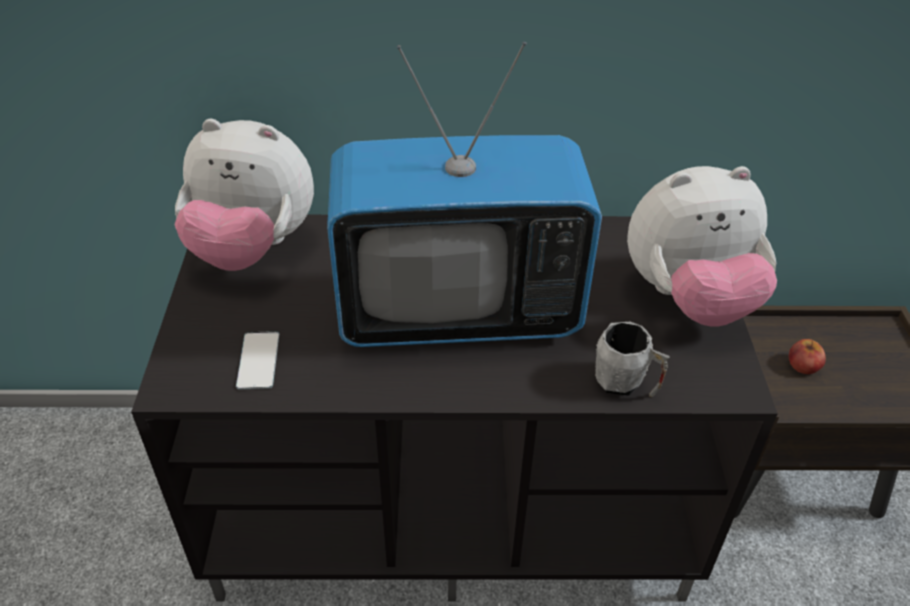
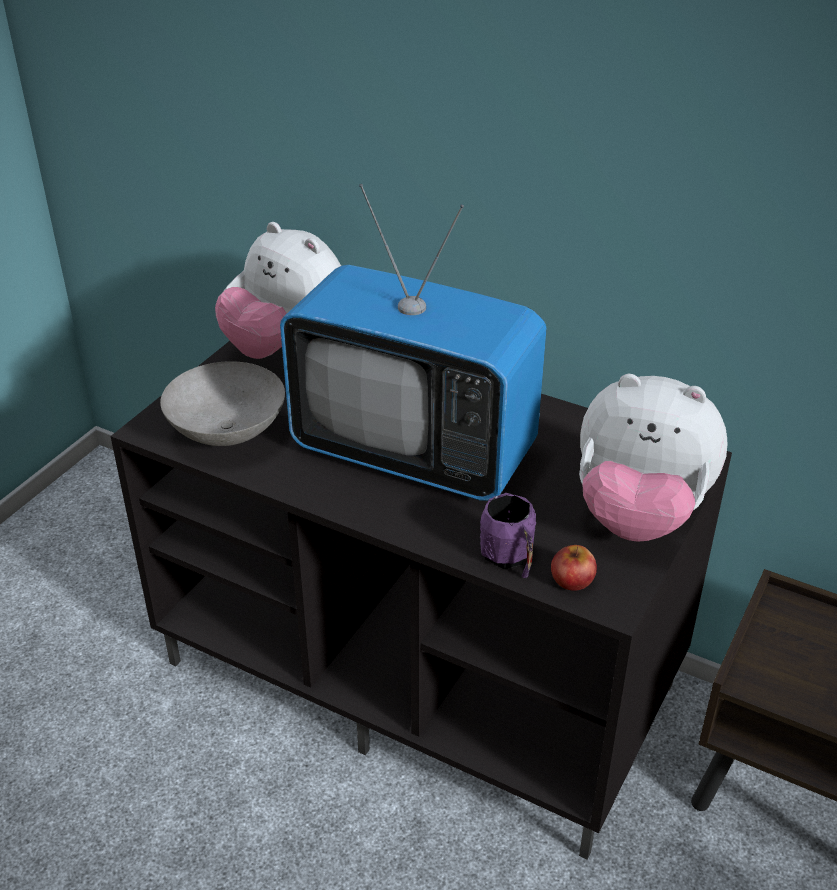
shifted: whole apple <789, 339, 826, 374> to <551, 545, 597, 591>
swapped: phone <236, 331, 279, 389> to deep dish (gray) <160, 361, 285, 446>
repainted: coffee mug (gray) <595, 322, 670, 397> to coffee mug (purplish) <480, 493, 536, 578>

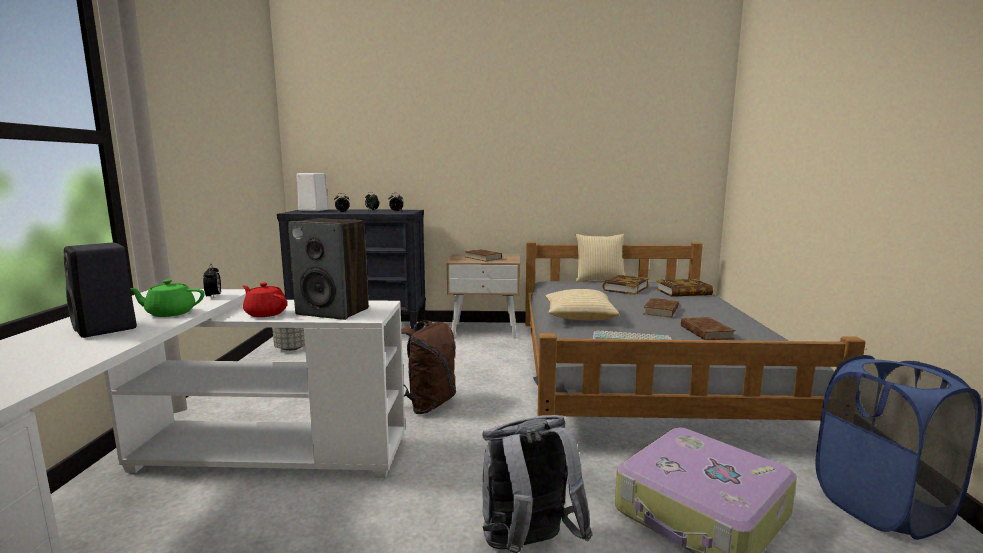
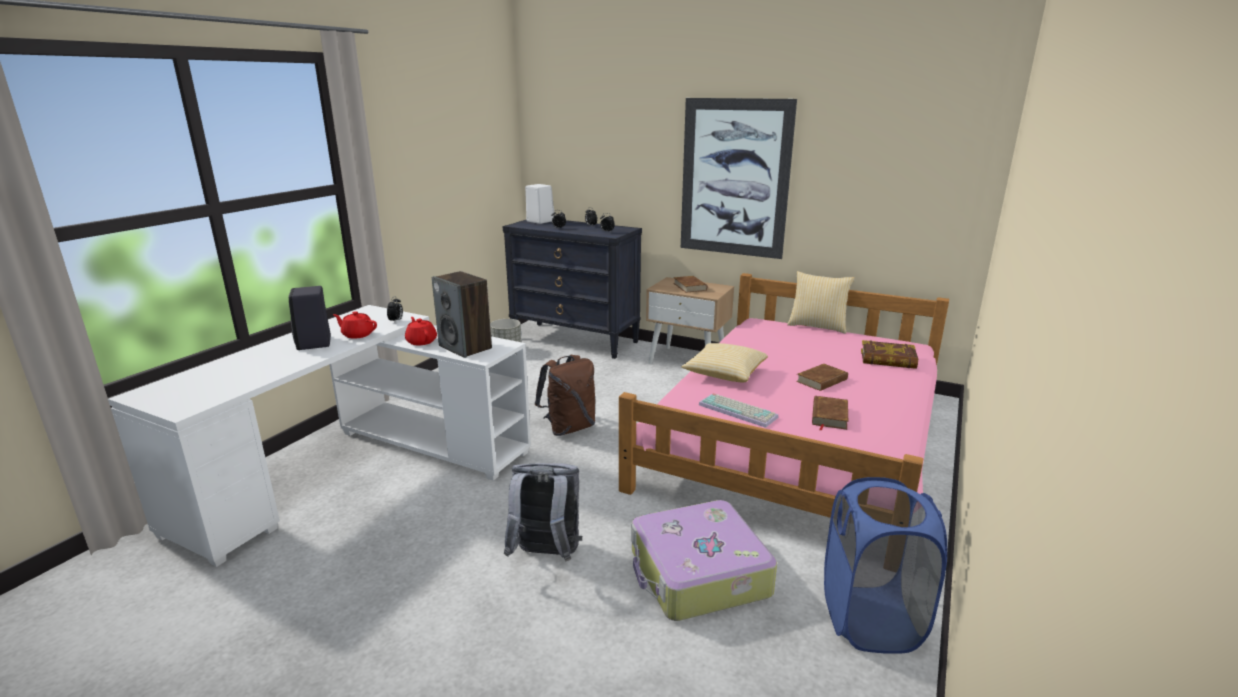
gone: volume <602, 275, 649, 295>
new: wall art <681, 98, 797, 259>
repainted: pot for tea (green-coloured) <130, 279, 205, 317> to pot for tea (reddish) <333, 311, 377, 339>; sleeping bed (gray) <525, 242, 866, 421> to sleeping bed (pink) <619, 273, 949, 518>

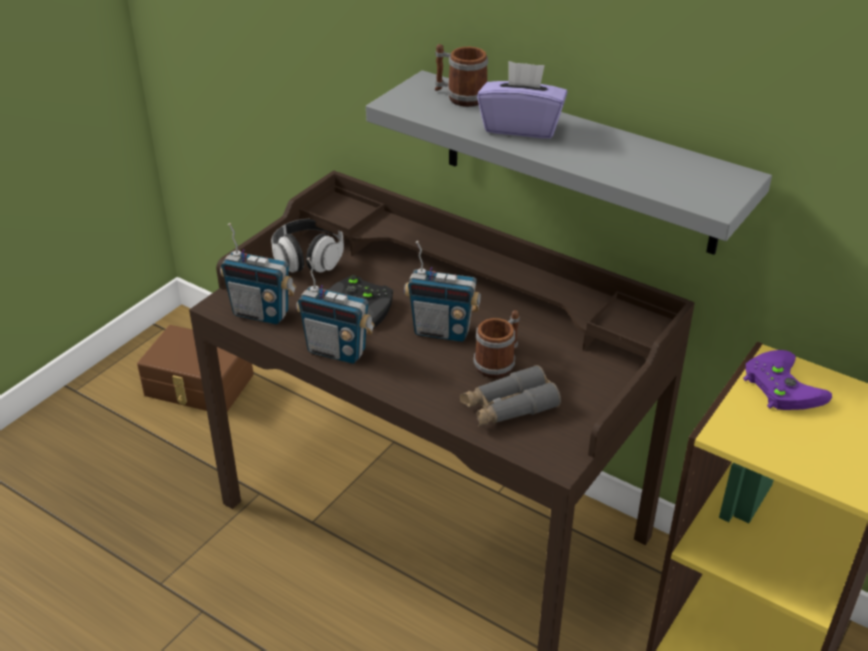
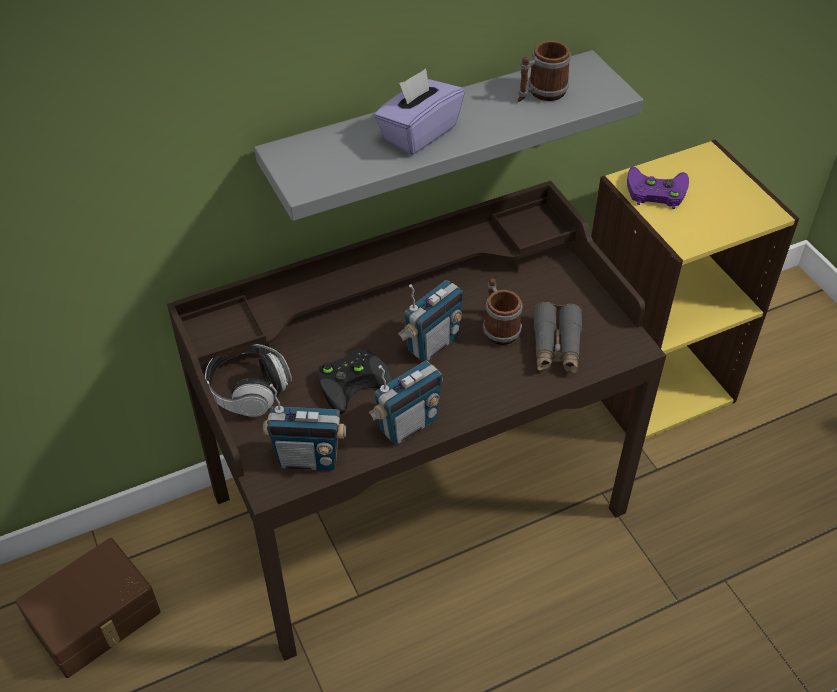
shifted: coffee mug <435, 44, 488, 107> to <518, 41, 571, 102>
rotated: radio <220, 223, 296, 325> = <263, 384, 346, 471> 45 degrees clockwise

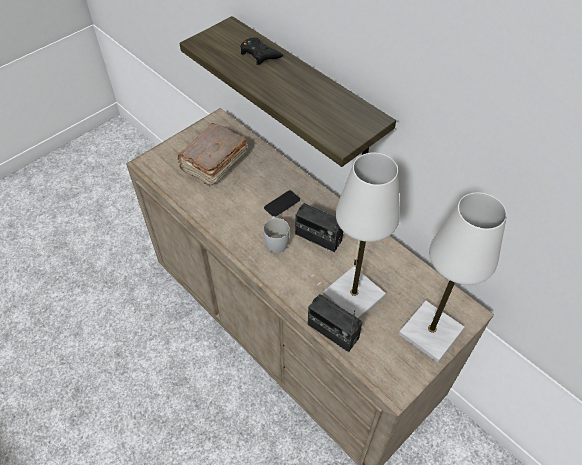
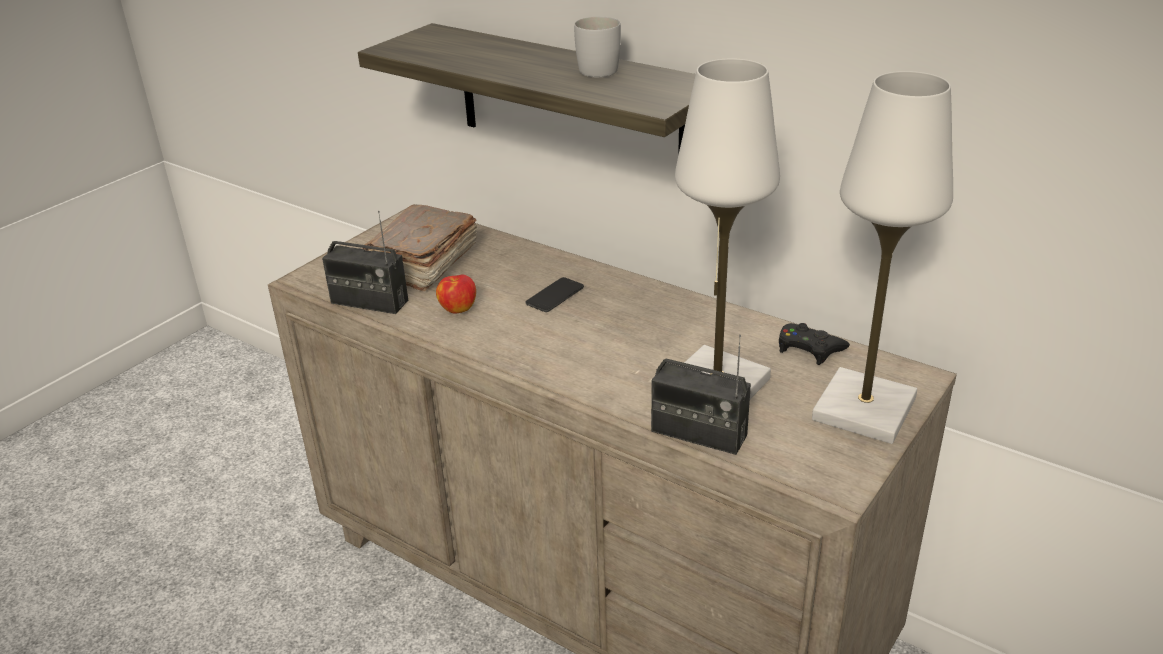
new: whole apple <436, 275, 476, 314>
shifted: game controller (black) <240, 38, 283, 65> to <779, 323, 850, 365>; coffee mug (white) <263, 216, 290, 253> to <574, 17, 621, 77>; radio <295, 203, 343, 252> to <322, 211, 408, 314>

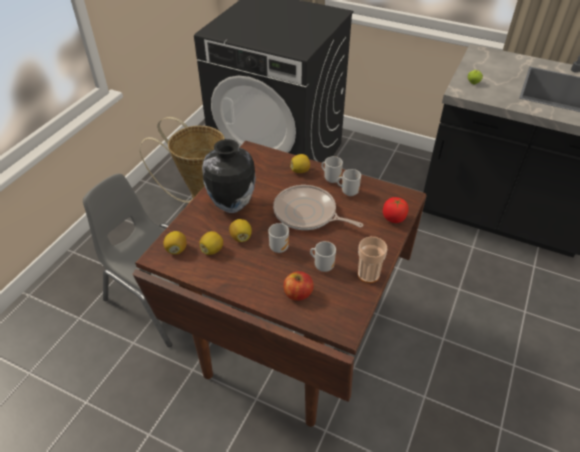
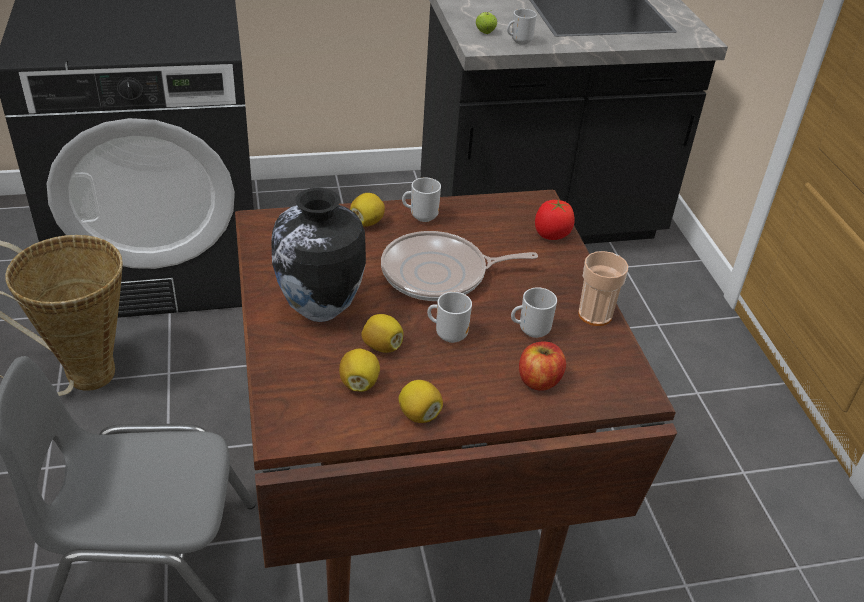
shifted: citrus fruit <163, 231, 187, 254> to <399, 380, 443, 423>; coffee mug <337, 169, 361, 196> to <507, 9, 537, 45>

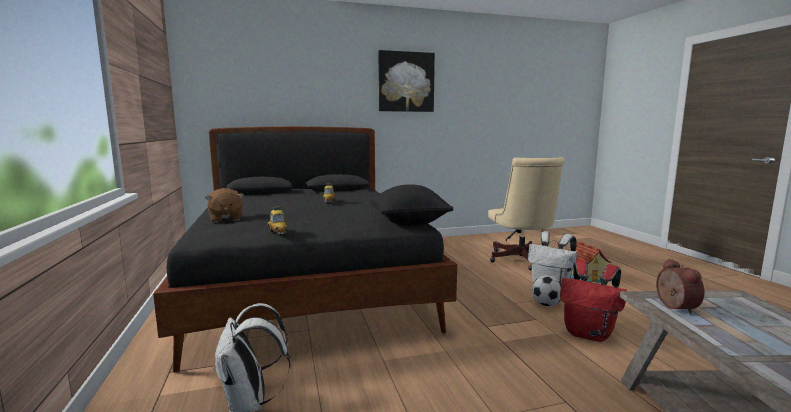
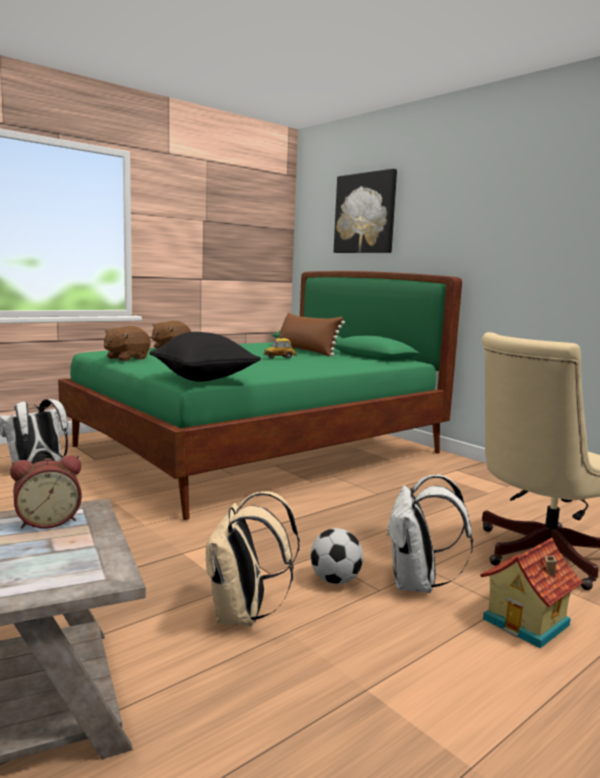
new: cushion (brown) <278, 312, 345, 357>
shifted: wall art <378, 50, 435, 112> to <334, 169, 397, 253>
swapped: toy car <268, 206, 288, 236> to cuddly toy (brown) <104, 326, 150, 361>
repainted: sleeping bed (black) <153, 126, 457, 373> to sleeping bed (green-coloured) <58, 271, 462, 520>; knapsack (reddish) <560, 260, 627, 342> to knapsack (beige-coloured) <206, 491, 300, 626>

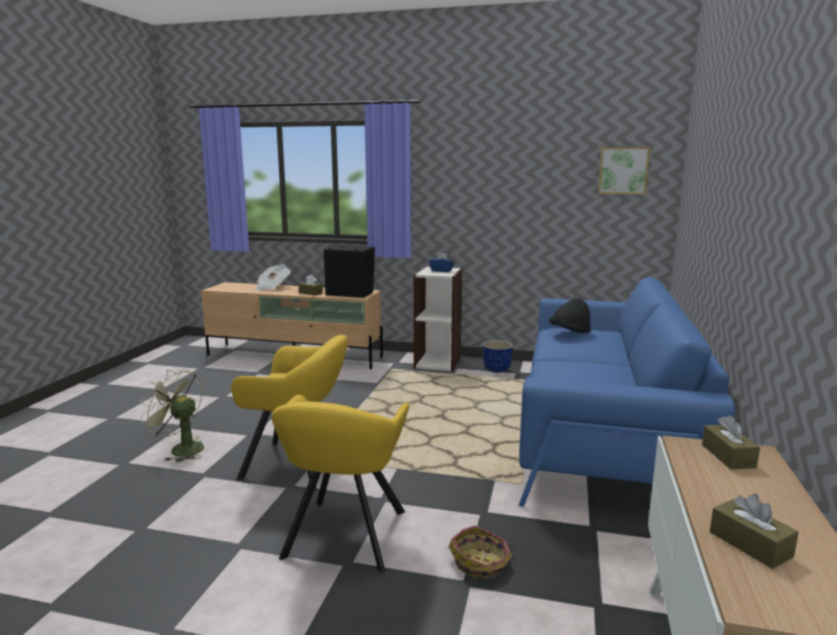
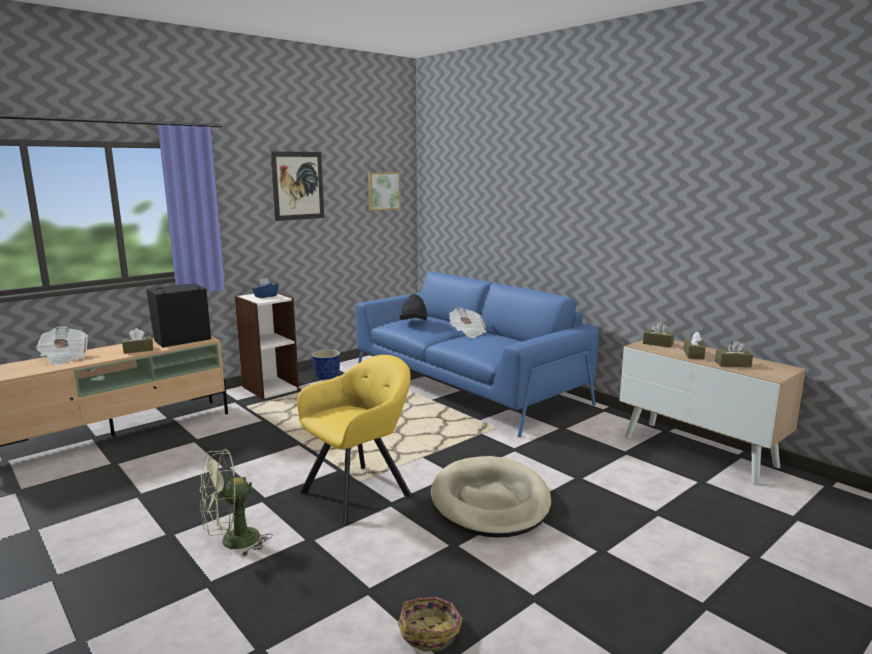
new: wall art <271, 151, 324, 221>; daily paper <449, 307, 487, 338>; tissue holder (brown) <684, 331, 706, 359>
shifted: basket <449, 526, 514, 579> to <398, 597, 463, 652>
swapped: armchair (yellowish) <271, 395, 409, 573> to pet bed (beige-coloured) <431, 456, 551, 538>

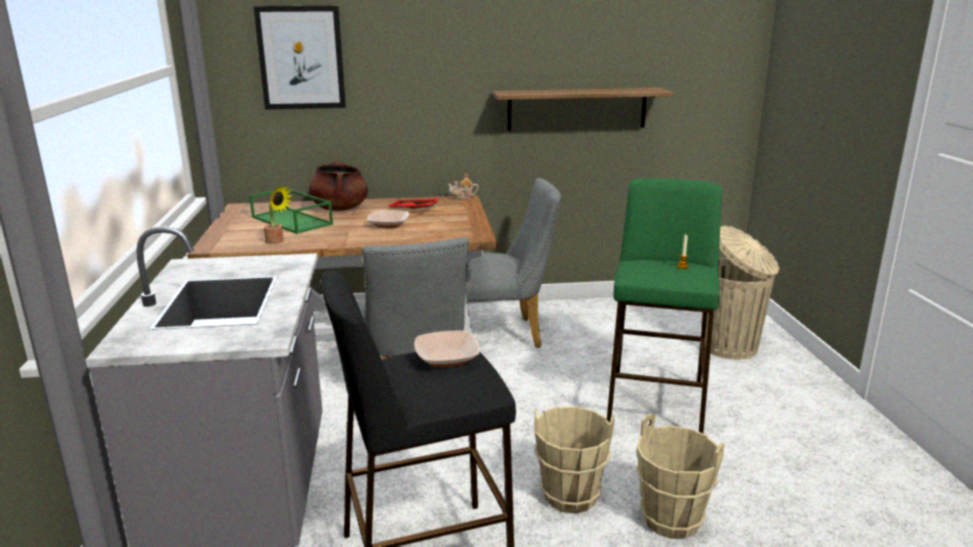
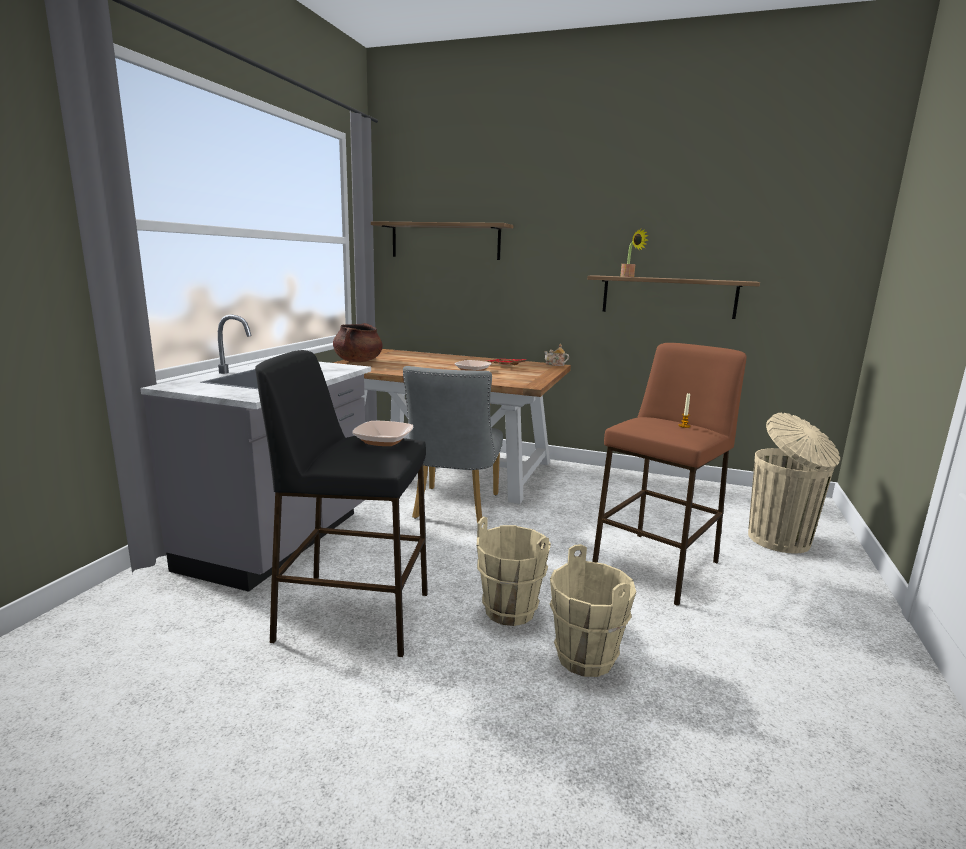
gone: tray (green-coloured) <249, 189, 333, 234>; upright chair (gray) <465, 178, 561, 348>
shifted: potted plant <264, 185, 292, 244> to <620, 229, 649, 277>; cooking pot (brown) <309, 161, 368, 211> to <333, 323, 383, 362>
swapped: wall art <254, 6, 346, 109> to bracket shelf <371, 221, 513, 260>
repainted: stool (green-coloured) <607, 178, 722, 433> to stool (brown) <592, 343, 746, 606>

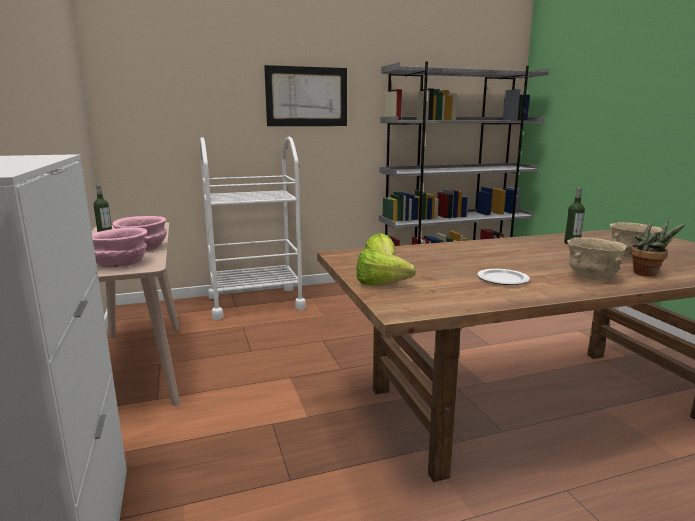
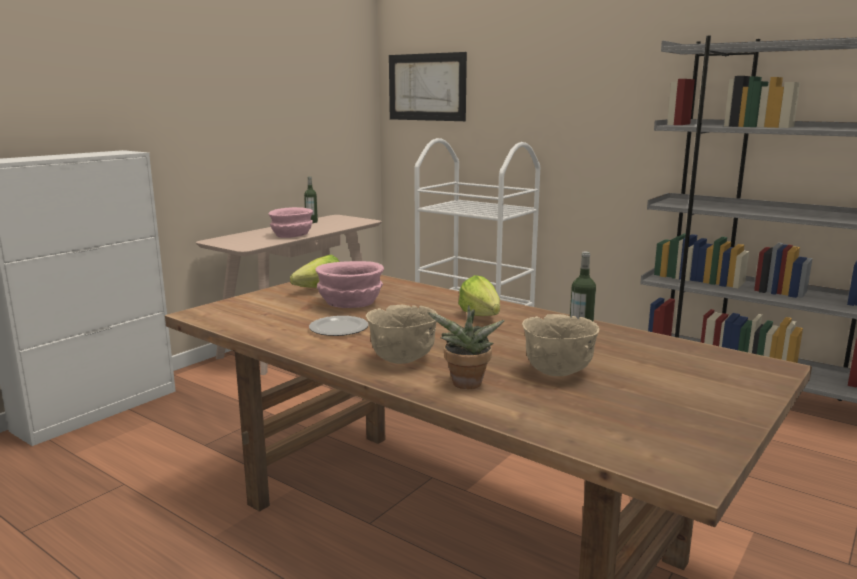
shifted: deep dish (pink) <92, 227, 147, 267> to <316, 261, 384, 308>; wall art <264, 65, 347, 126> to <389, 52, 467, 121>; lettuce head <357, 249, 416, 285> to <458, 275, 500, 316>

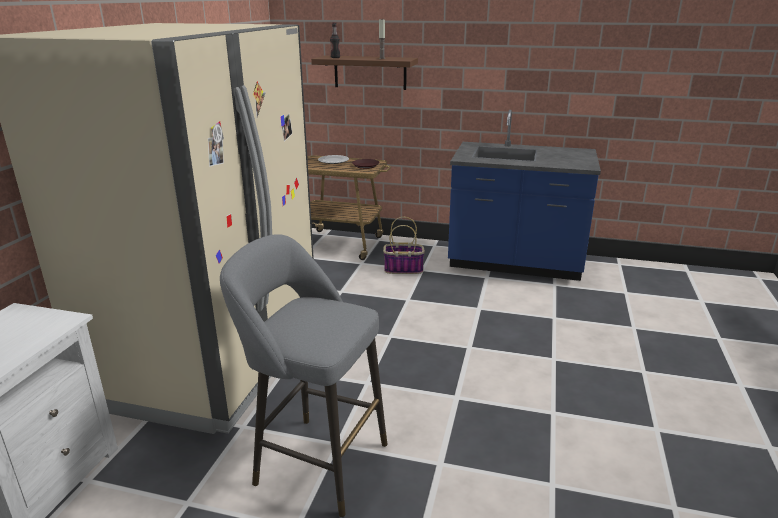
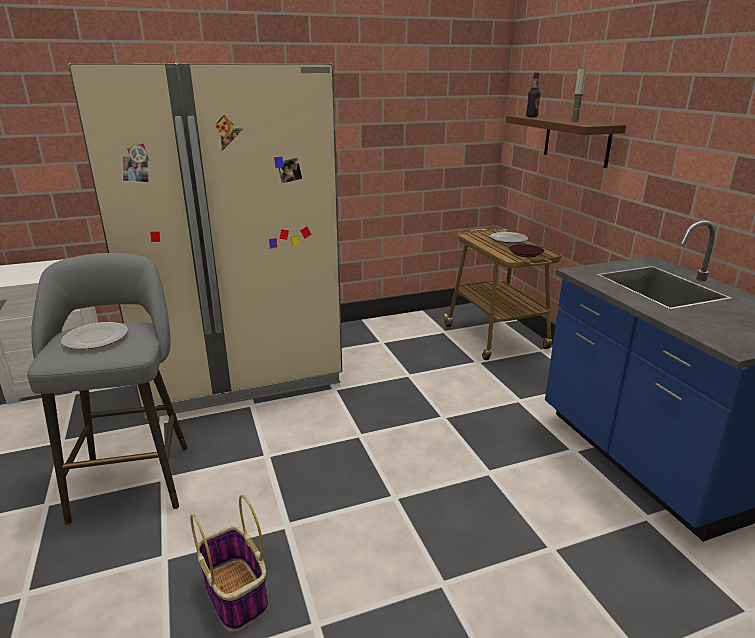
new: dinner plate <61, 322, 128, 349>
shifted: basket <383, 217, 425, 274> to <190, 495, 268, 632>

